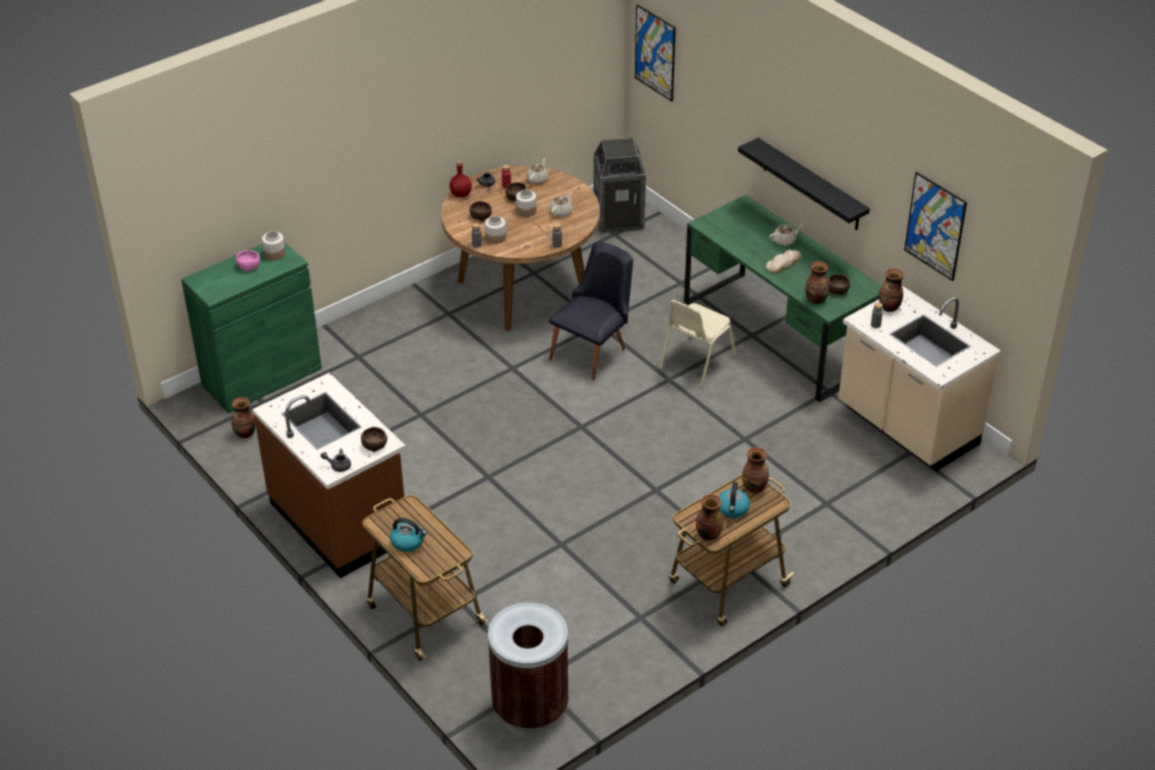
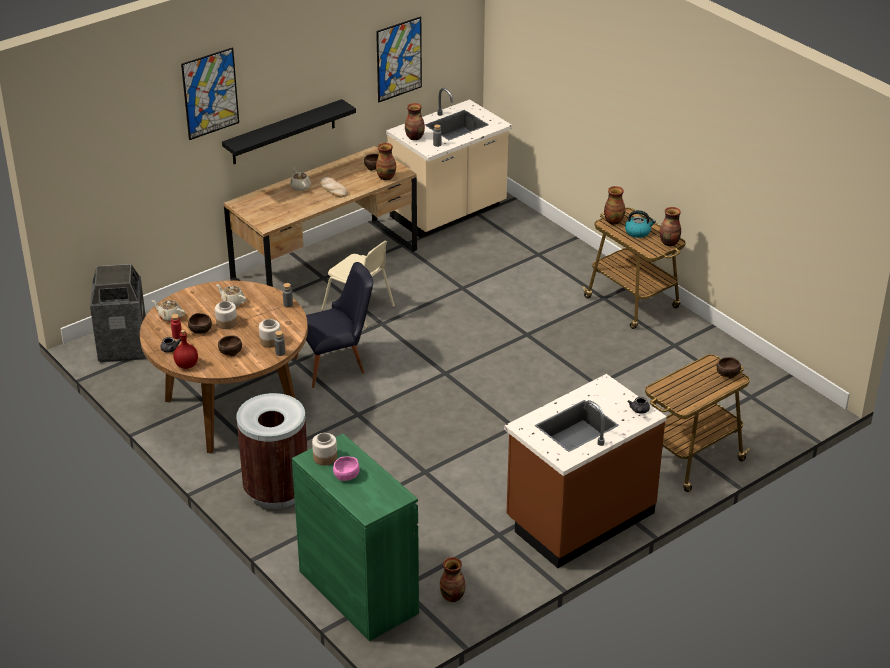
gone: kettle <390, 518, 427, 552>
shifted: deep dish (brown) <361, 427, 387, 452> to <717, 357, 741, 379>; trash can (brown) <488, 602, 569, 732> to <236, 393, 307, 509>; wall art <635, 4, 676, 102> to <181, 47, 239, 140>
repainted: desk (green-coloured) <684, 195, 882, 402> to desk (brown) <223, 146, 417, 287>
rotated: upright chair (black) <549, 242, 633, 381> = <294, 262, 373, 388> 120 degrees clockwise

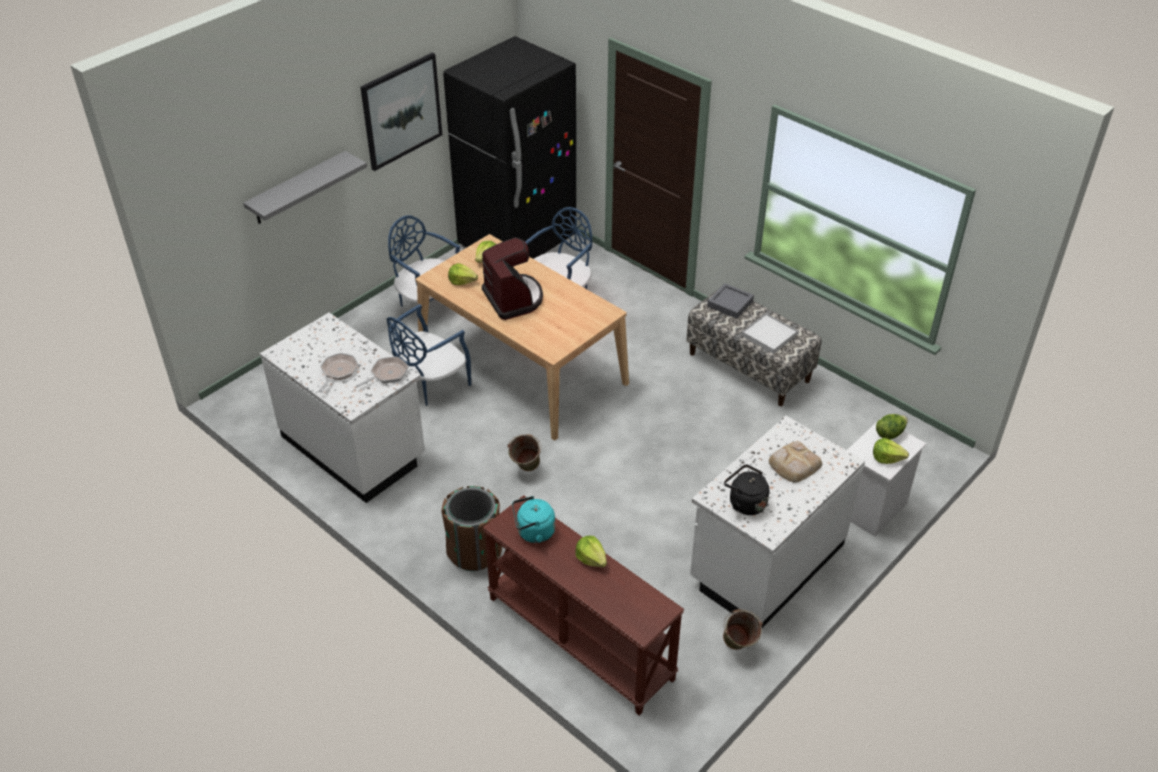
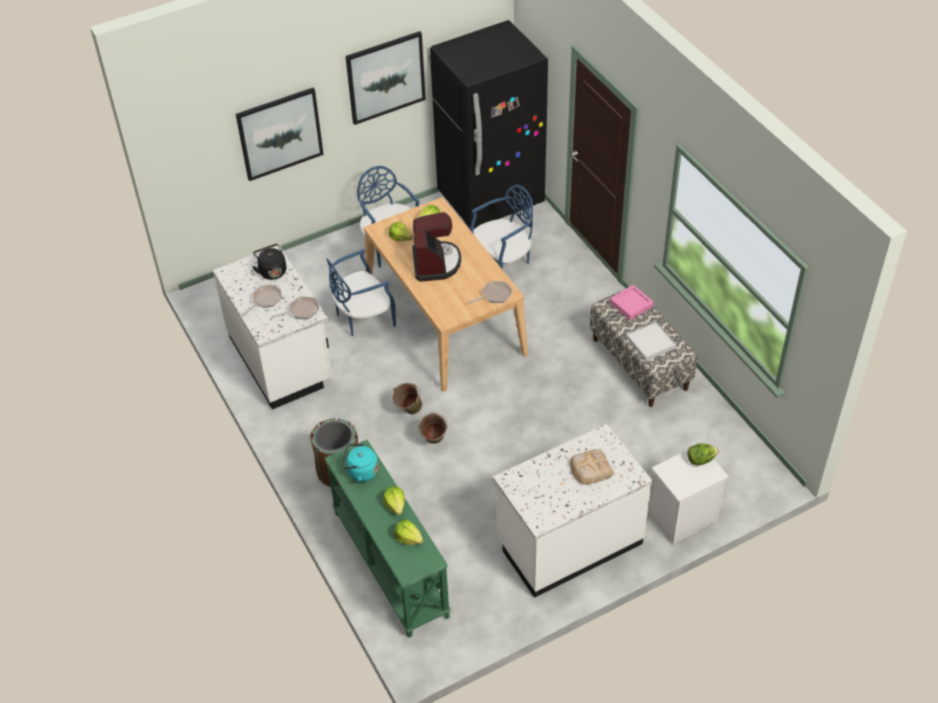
new: frying pan <468, 281, 513, 304>
shifted: water bucket (green-coloured) <723, 609, 763, 650> to <418, 413, 448, 444>; kettle (black) <724, 464, 770, 515> to <252, 244, 286, 280>; lettuce head <873, 438, 909, 464> to <394, 520, 423, 545>
swapped: bracket shelf (gray) <243, 151, 367, 224> to wall art <236, 88, 324, 181>
repainted: narrow table (brown) <483, 495, 684, 716> to narrow table (green-coloured) <324, 440, 451, 638>; tray (gray) <707, 283, 754, 319> to tray (pink) <610, 285, 654, 320>

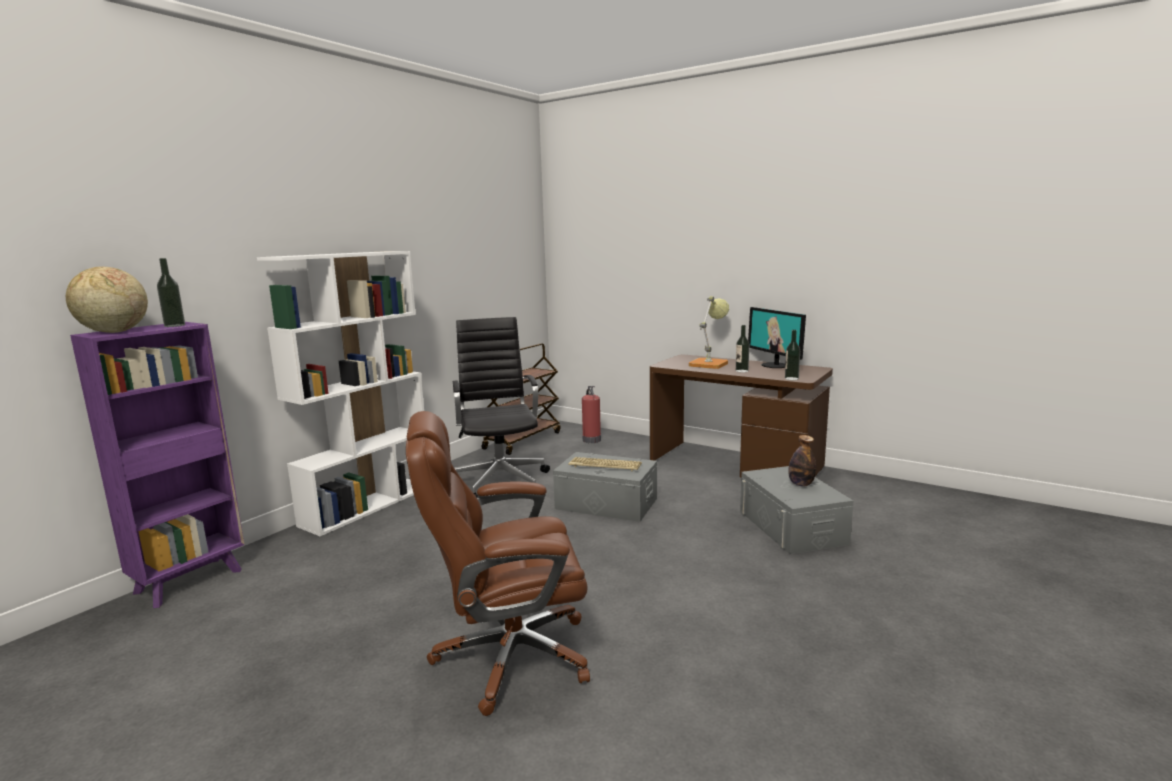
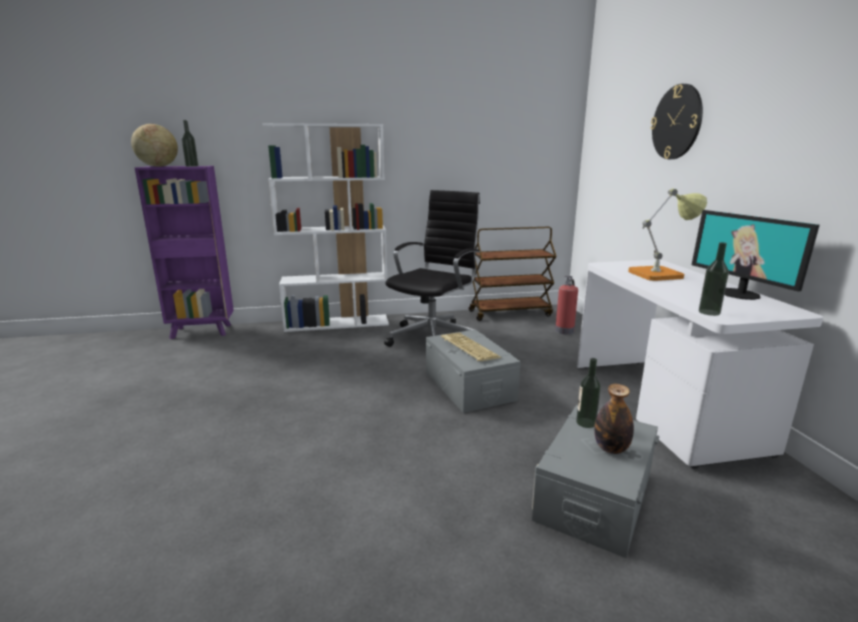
gone: computer chair (brown) <406, 411, 590, 716>
new: wall clock <651, 84, 703, 159>
shifted: beverage bottle <736, 325, 749, 372> to <576, 358, 601, 428>
repainted: desk (brown) <650, 355, 833, 478> to desk (white) <577, 260, 823, 469>
rotated: computer display <748, 307, 806, 368> = <692, 210, 820, 300> 45 degrees counterclockwise

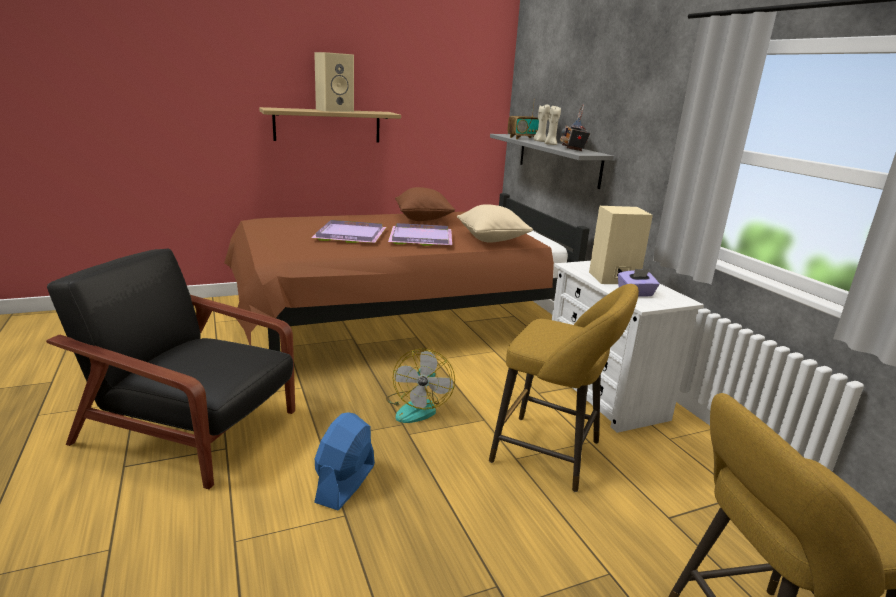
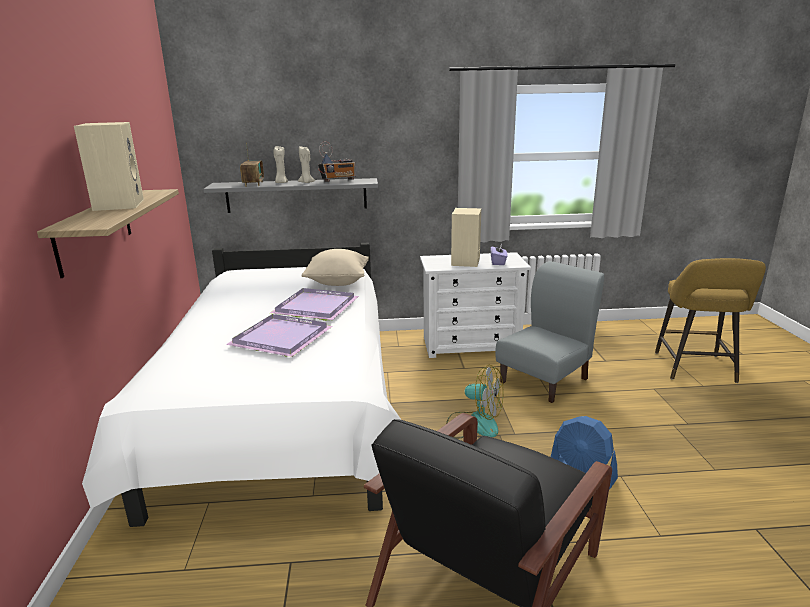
gone: cushion (brown) <395, 187, 455, 221>
swapped: stool (yellowish) <489, 284, 639, 492> to upright chair (gray) <495, 261, 604, 403>
repainted: sleeping bed (brown) <224, 193, 590, 352> to sleeping bed (white) <82, 243, 401, 527>
rotated: radio <560, 104, 590, 151> = <318, 141, 355, 182> 45 degrees counterclockwise

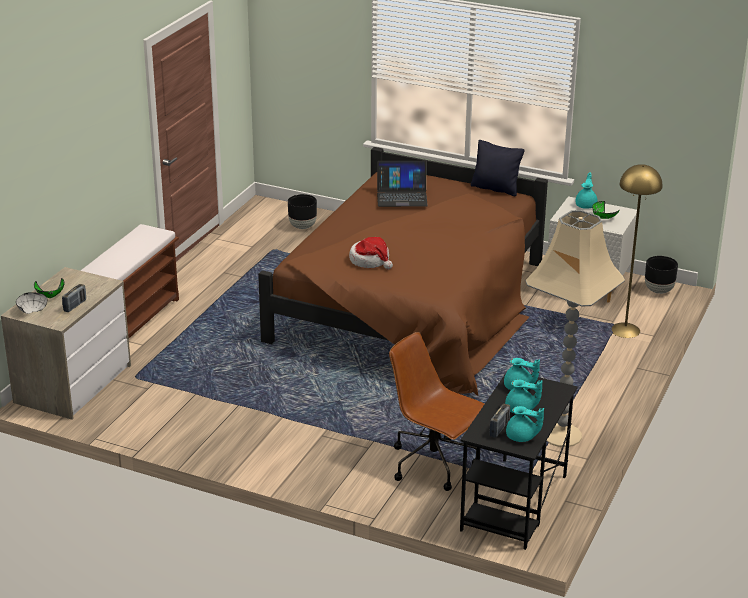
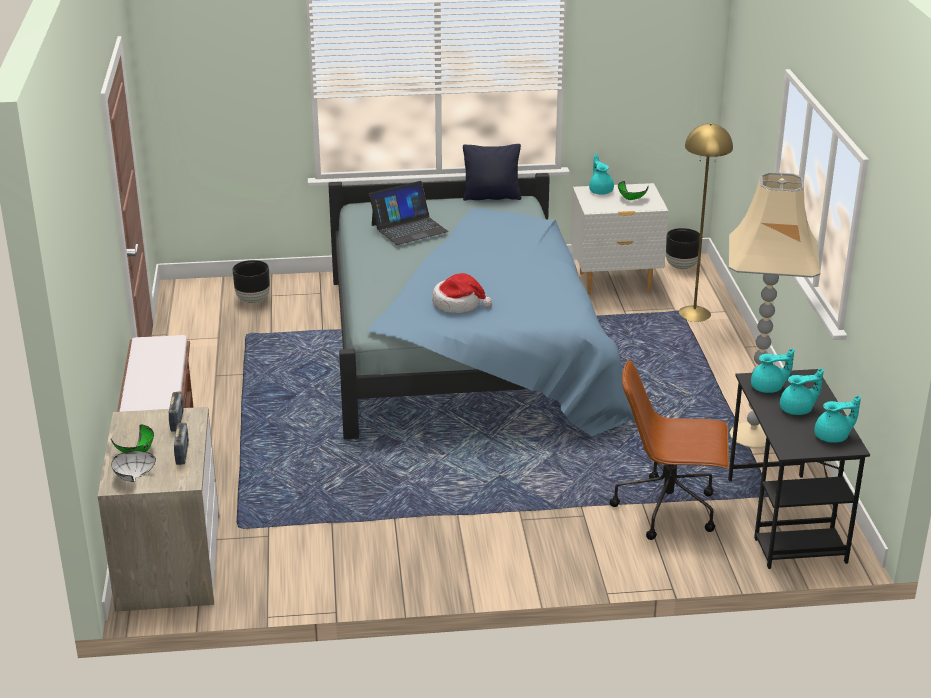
shifted: radio <489, 404, 510, 438> to <169, 391, 184, 432>
repainted: sleeping bed (brown) <258, 147, 548, 396> to sleeping bed (bluish) <328, 173, 635, 439>

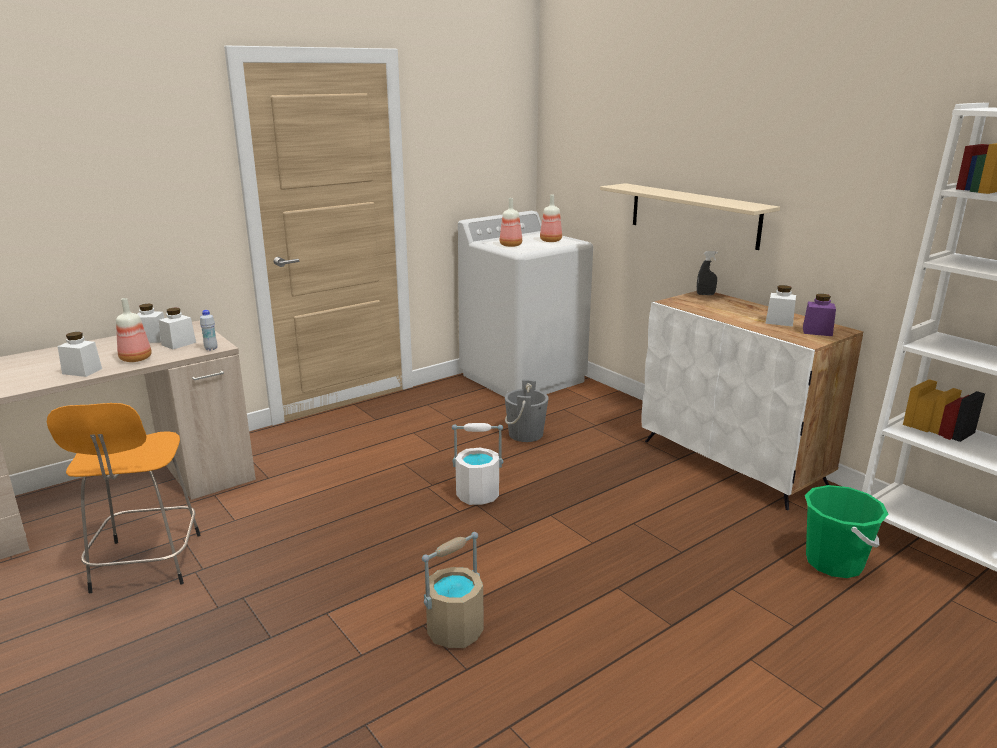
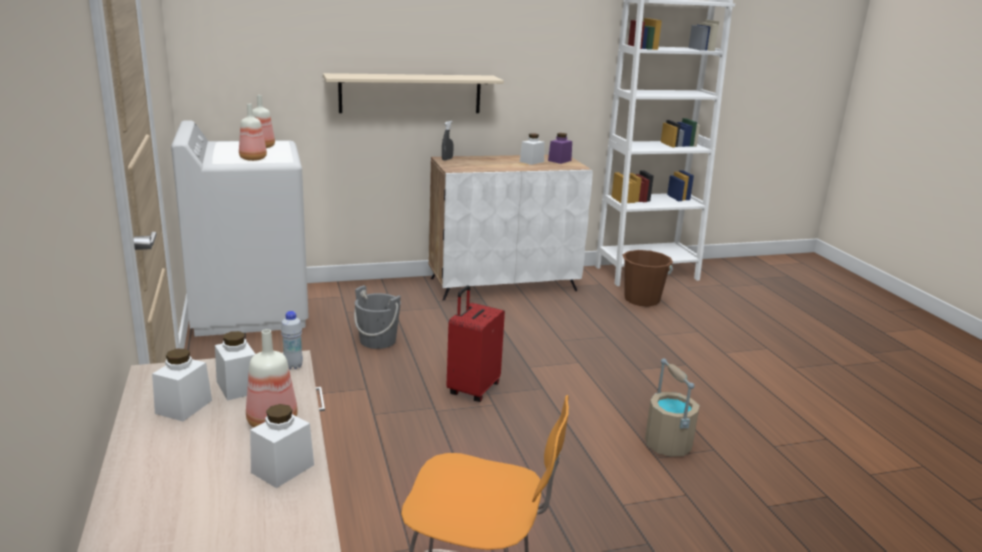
swapped: water bucket (white) <452, 423, 504, 505> to suitcase (reddish) <446, 286, 505, 402>
repainted: water bucket (green-coloured) <805, 485, 888, 578> to water bucket (brown) <623, 250, 673, 307>

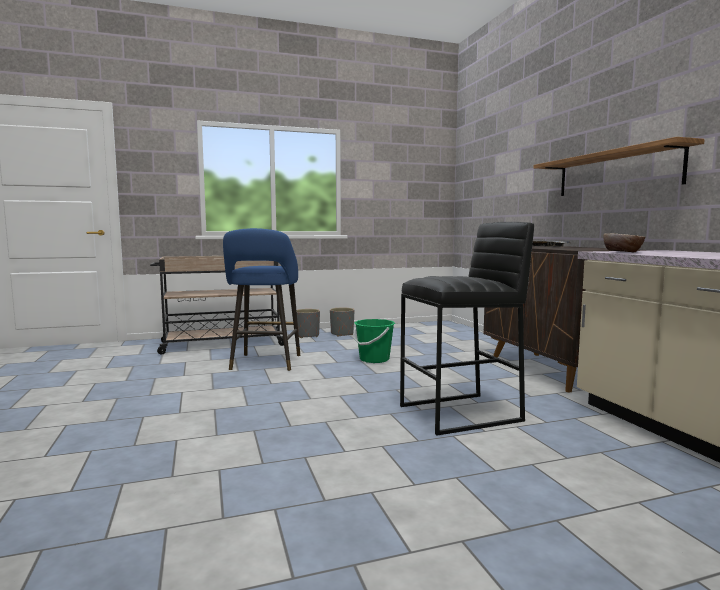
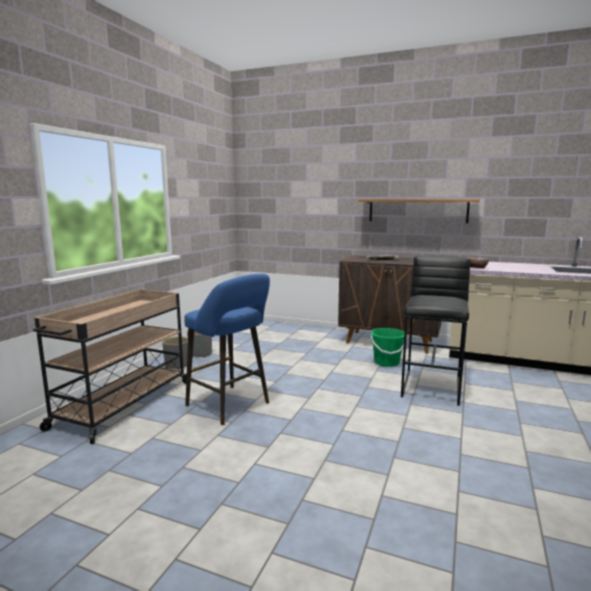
shifted: water bucket (green-coloured) <354, 319, 395, 363> to <370, 328, 407, 367>

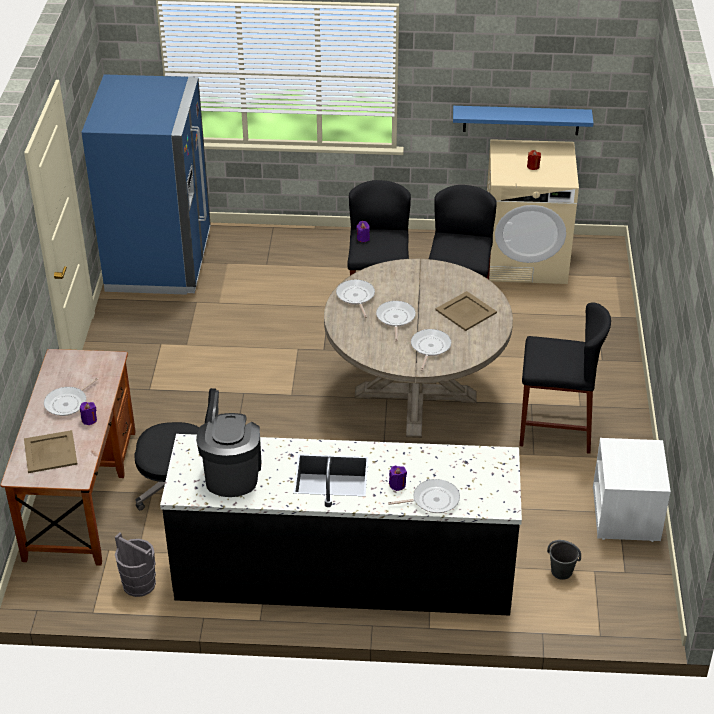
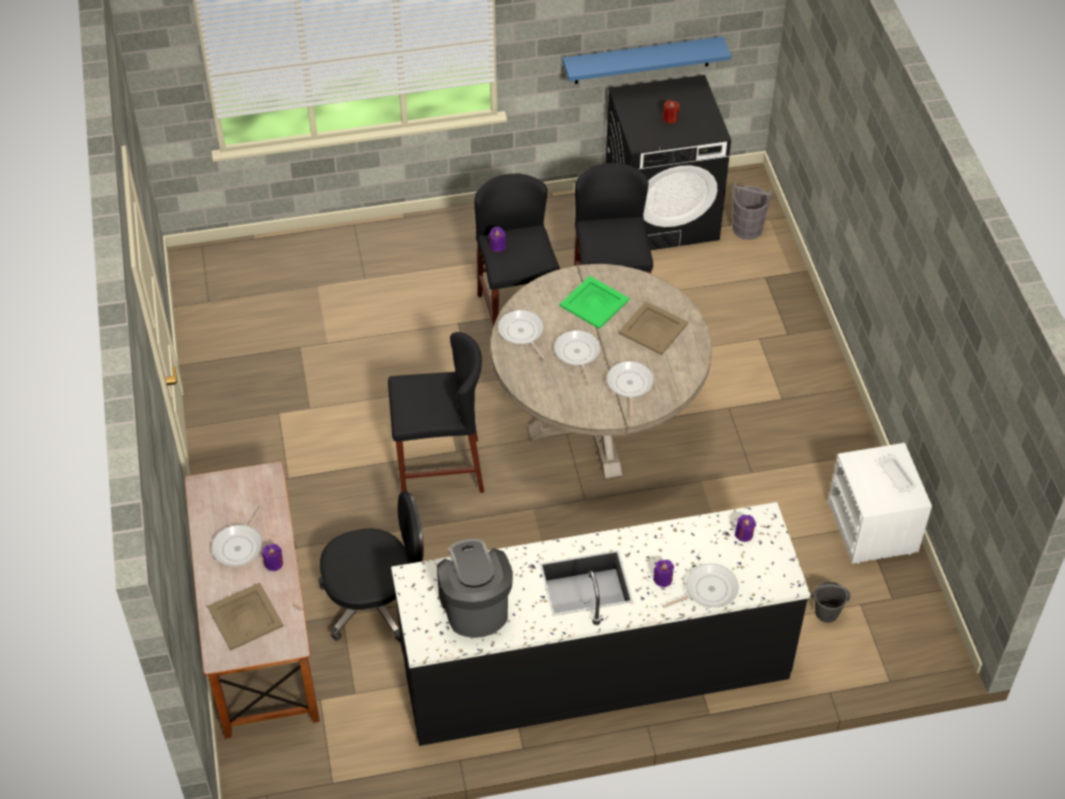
gone: refrigerator (bluish) <81, 74, 211, 295>
new: tray (green-coloured) <559, 276, 630, 329>; wax candle (purplish) <735, 515, 756, 542>; tray (white) <878, 454, 917, 493>
shifted: water bucket (gray) <115, 532, 156, 597> to <732, 182, 773, 240>; stool (black) <519, 302, 611, 454> to <388, 332, 484, 493>
repainted: washing machine (beige-coloured) <487, 139, 579, 284> to washing machine (black) <606, 75, 731, 250>

